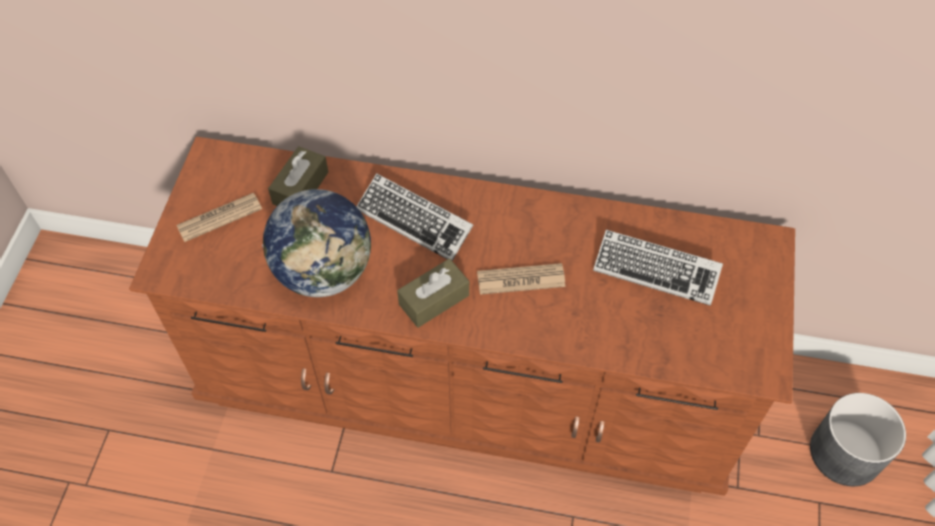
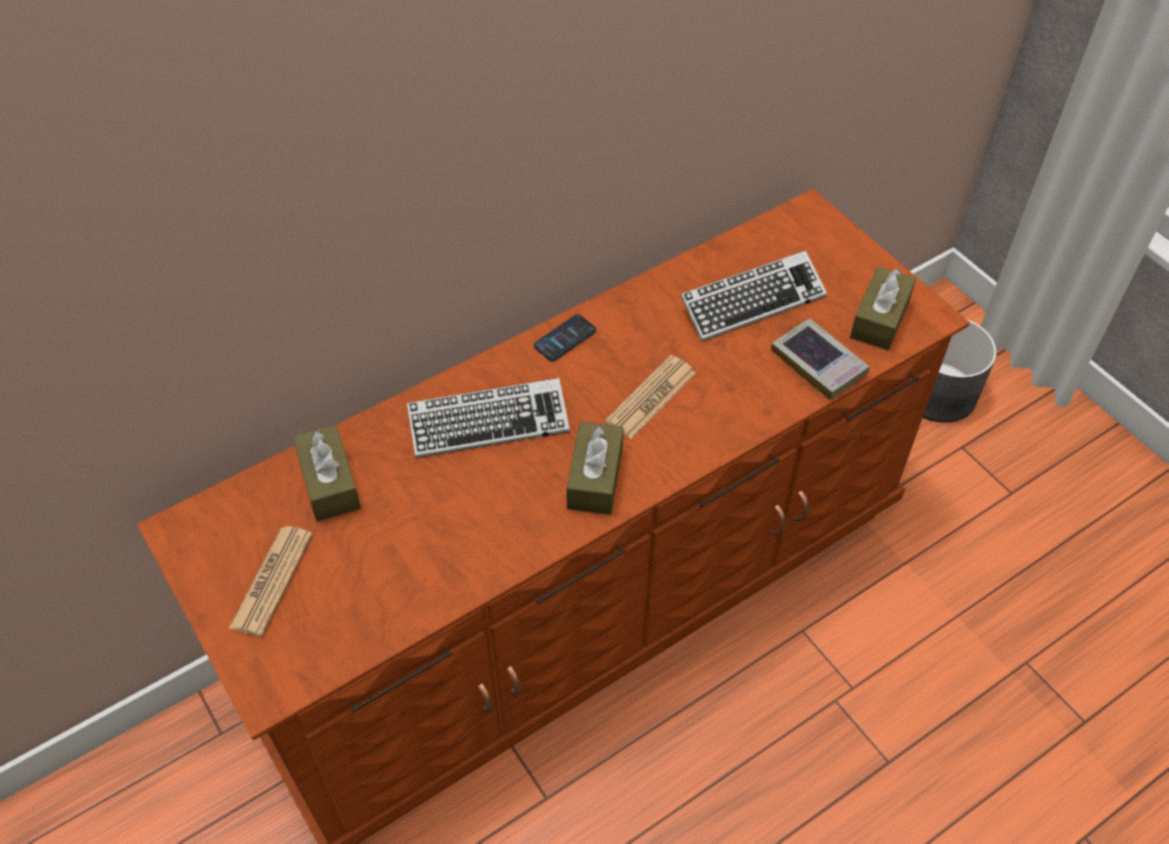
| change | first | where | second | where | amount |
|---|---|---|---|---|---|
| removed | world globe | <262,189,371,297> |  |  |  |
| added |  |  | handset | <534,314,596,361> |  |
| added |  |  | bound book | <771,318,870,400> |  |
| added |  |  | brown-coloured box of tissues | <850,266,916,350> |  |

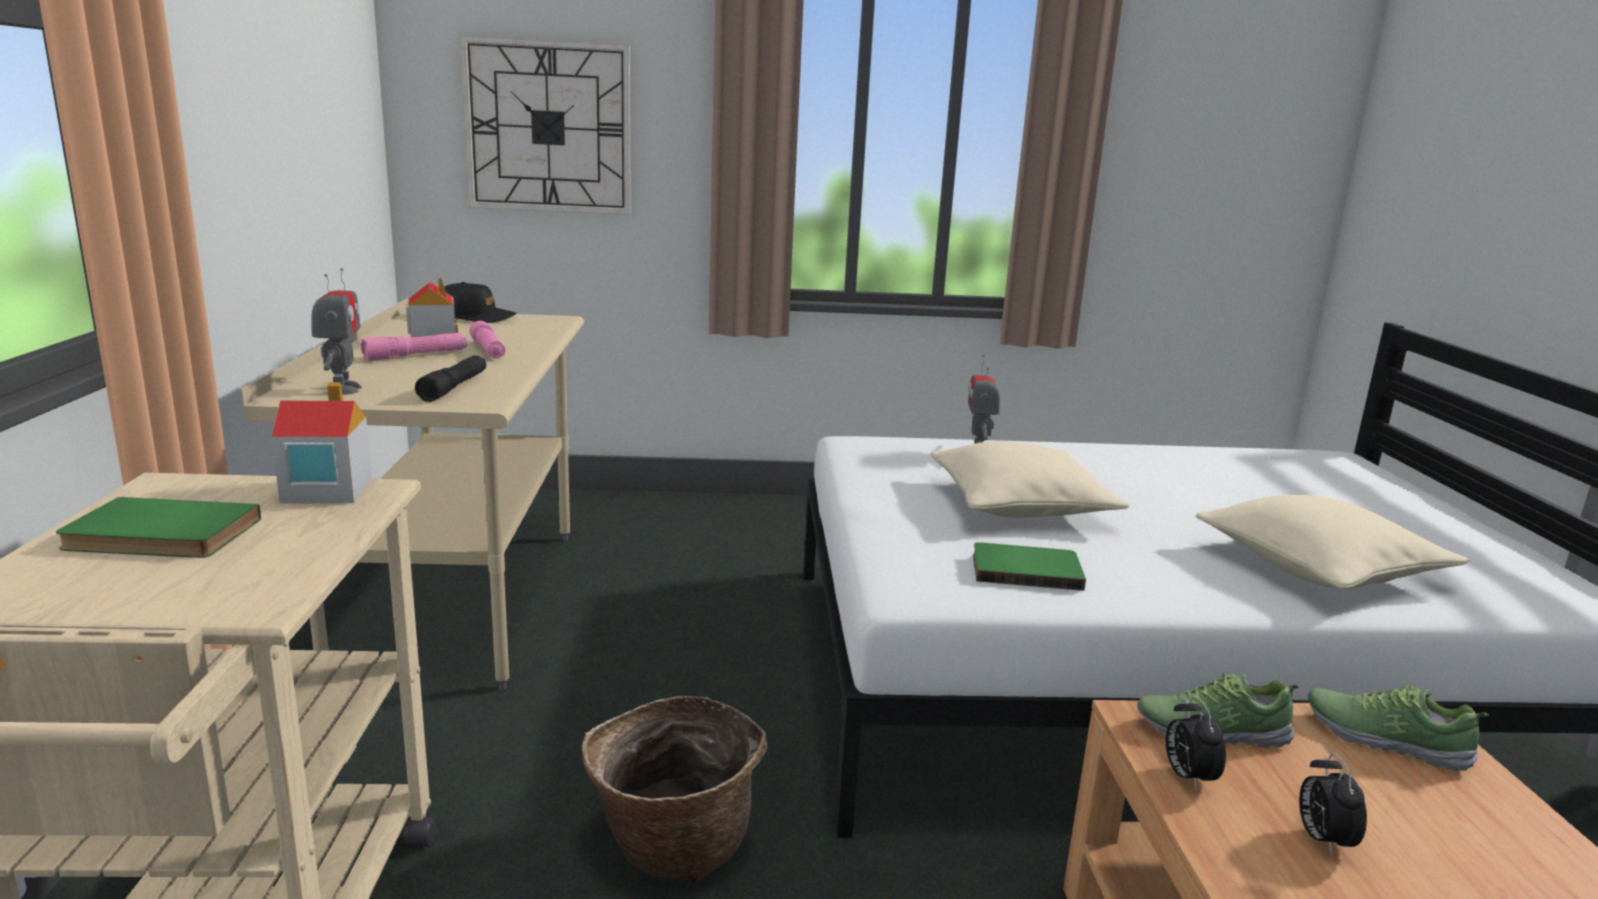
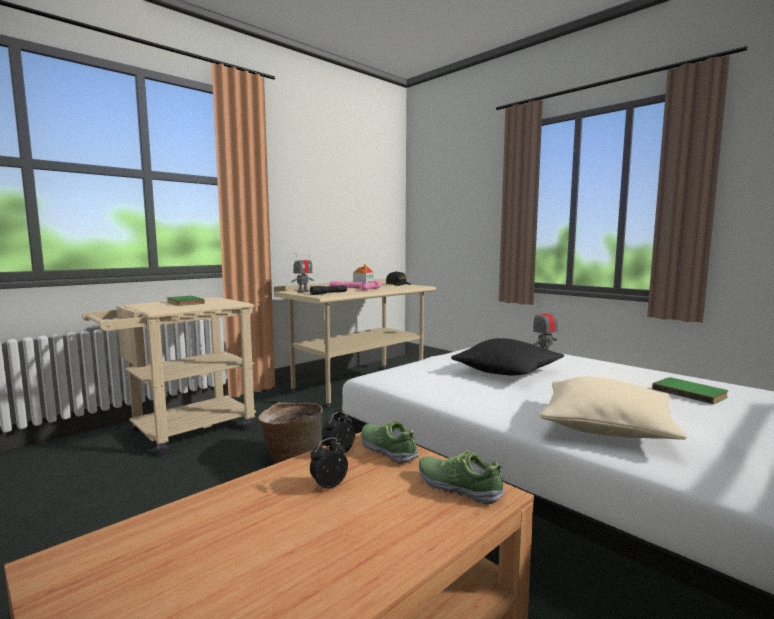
| change | first | where | second | where | amount |
|---|---|---|---|---|---|
| removed | model house | <272,382,372,504> |  |  |  |
| removed | clock on the wall | <460,36,631,214> |  |  |  |
| recoloured | sand-coloured pillow | <930,441,1130,518> | black-coloured pillow | <451,338,564,375> |  |
| moved | greenish bound book | <973,542,1086,591> |  | <652,377,728,404> |  |
| turned | low shoe | <1308,684,1489,771> |  | <419,450,505,505> | 45 degrees counterclockwise |

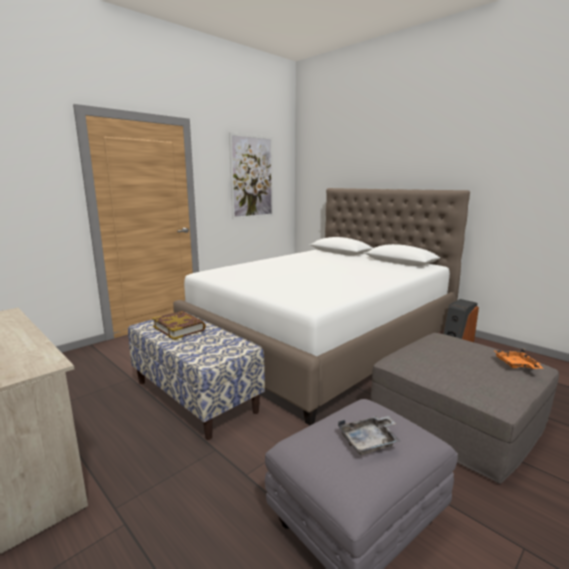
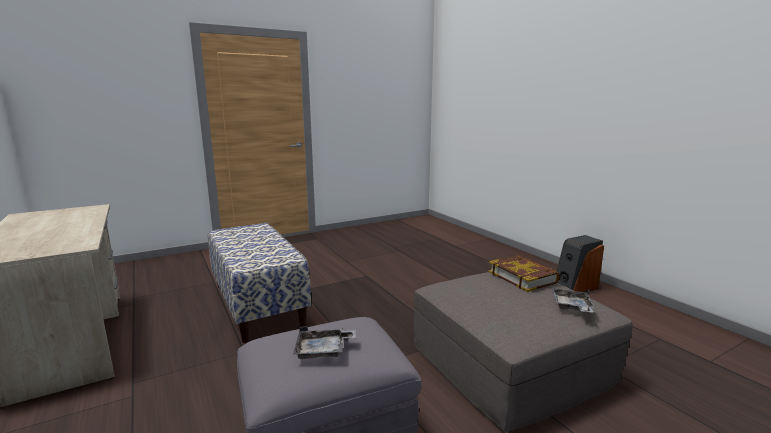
| change | first | where | second | where | amount |
|---|---|---|---|---|---|
| moved | bound book | <152,311,206,340> |  | <488,255,560,292> |  |
| removed | whitish bed | <173,188,470,425> |  |  |  |
| removed | wall art | <229,132,273,219> |  |  |  |
| recoloured | orangey tray | <494,349,543,369> | grey tray | <552,288,595,313> |  |

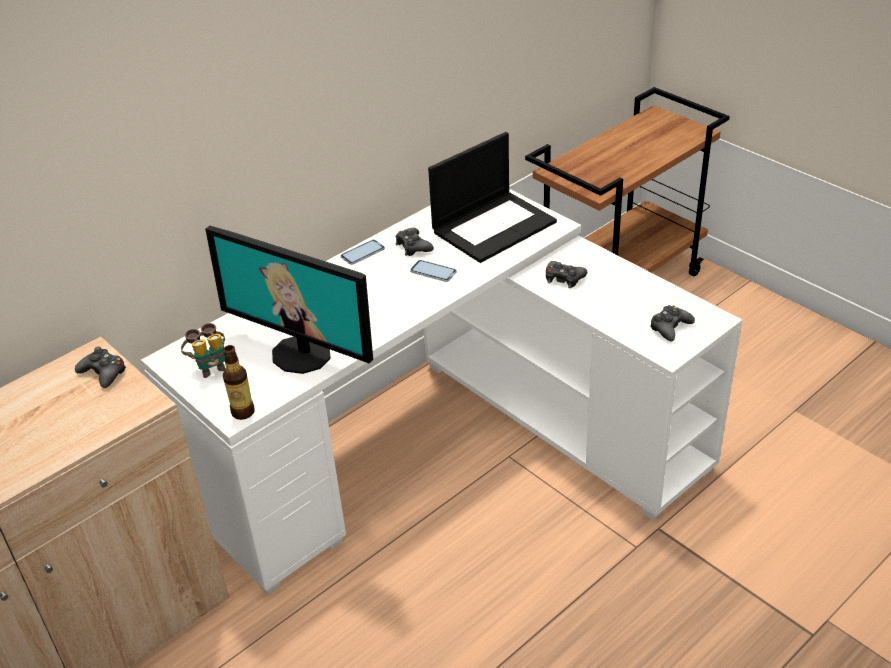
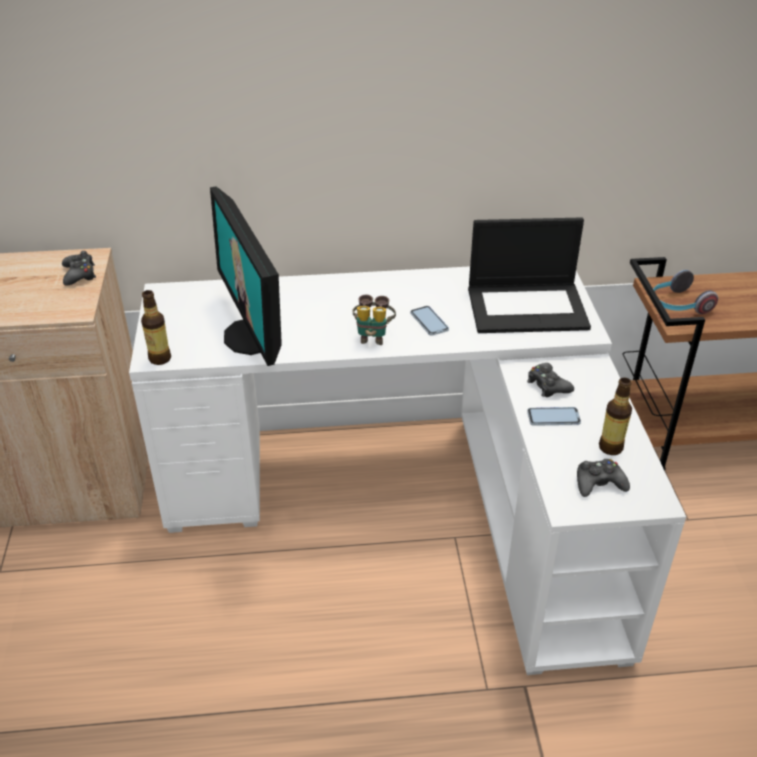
| change | first | where | second | where | amount |
|---|---|---|---|---|---|
| moved | binoculars | <181,323,225,378> |  | <353,295,396,345> |  |
| moved | handset | <341,240,385,265> |  | <527,407,581,426> |  |
| removed | black-coloured joypad | <396,228,434,256> |  |  |  |
| added |  |  | beverage bottle | <599,378,632,455> |  |
| added |  |  | headphones | <653,270,718,314> |  |

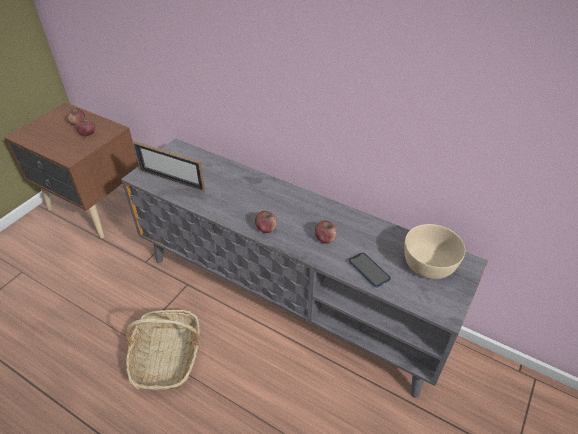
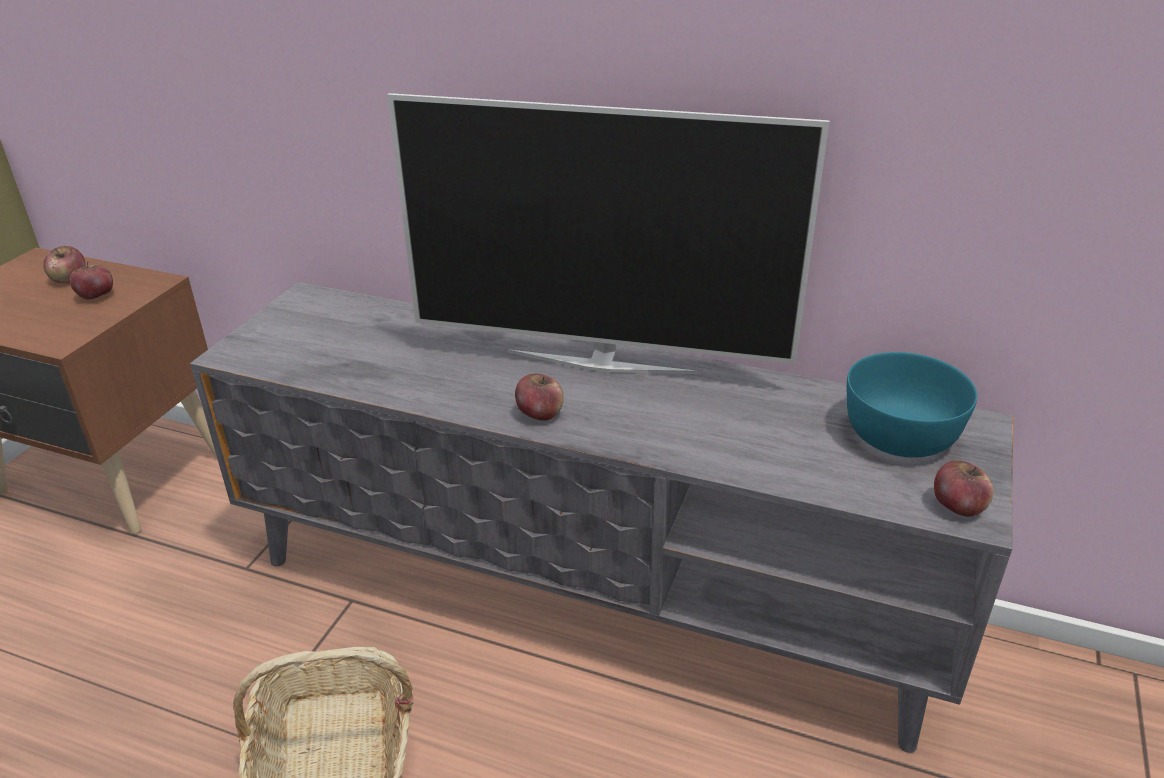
| change | first | where | second | where | amount |
|---|---|---|---|---|---|
| removed | standing frame | <133,141,205,192> |  |  |  |
| moved | whole apple | <315,221,337,244> |  | <934,460,994,517> |  |
| removed | handset | <349,252,391,288> |  |  |  |
| recoloured | sand-coloured deep dish | <404,224,465,279> | turquoise-coloured deep dish | <847,352,977,457> |  |
| added |  |  | TV set | <387,93,829,374> |  |

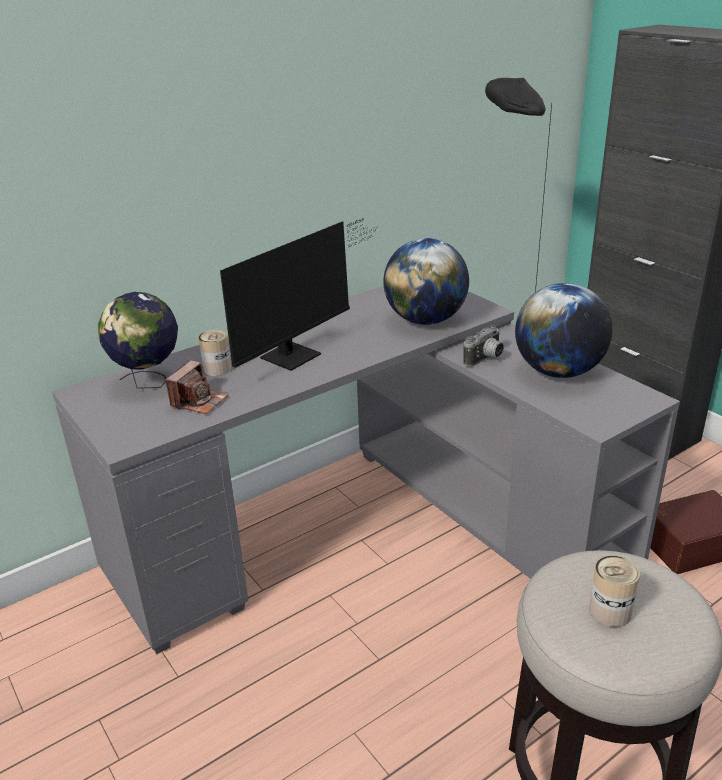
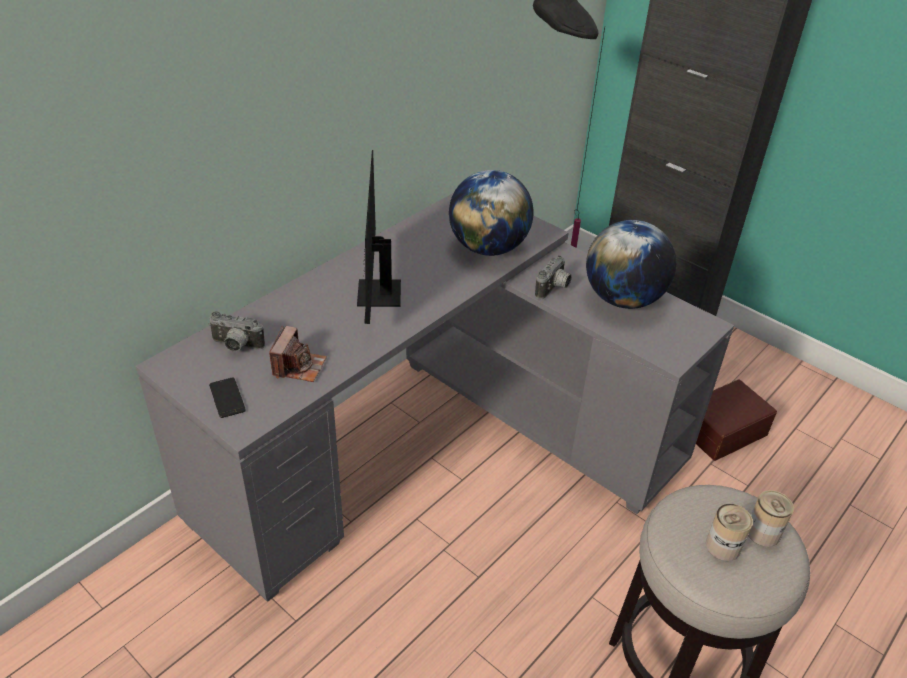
| change | first | where | second | where | amount |
|---|---|---|---|---|---|
| replaced | world globe | <98,292,178,389> | still camera | <208,311,265,351> |  |
| moved | sealed can | <199,330,231,376> |  | <748,490,794,547> |  |
| turned | computer screen | <220,219,378,371> |  | <357,150,401,324> | 150 degrees clockwise |
| added |  |  | handset | <209,378,246,418> |  |

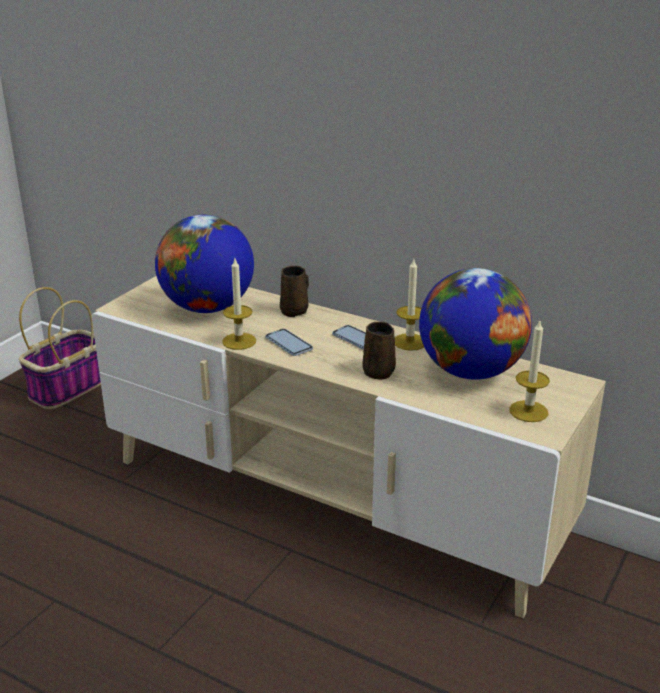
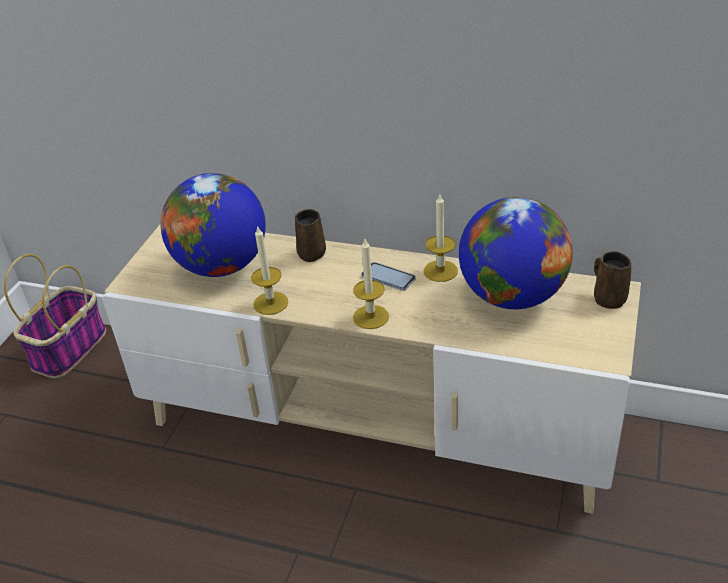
| change | first | where | second | where | amount |
|---|---|---|---|---|---|
| removed | handset | <266,329,313,356> |  |  |  |
| moved | brown-coloured tea mug | <362,322,396,380> |  | <594,251,631,309> |  |
| moved | wax candle | <509,321,550,422> |  | <353,239,389,329> |  |

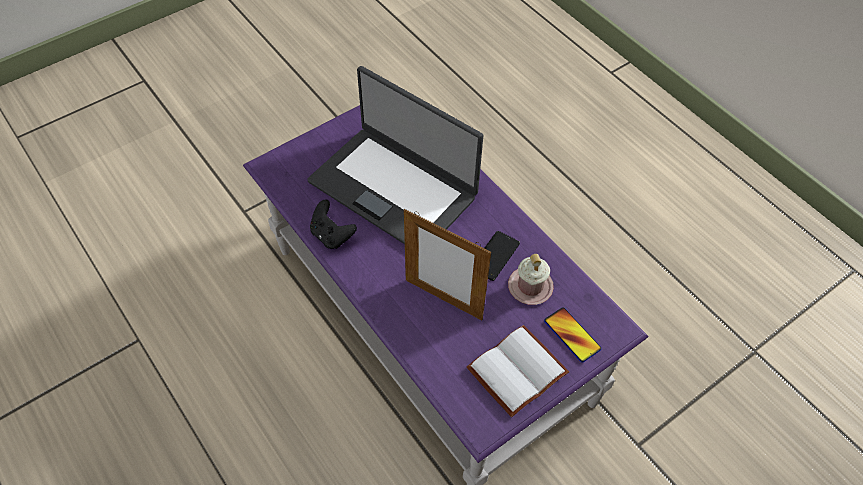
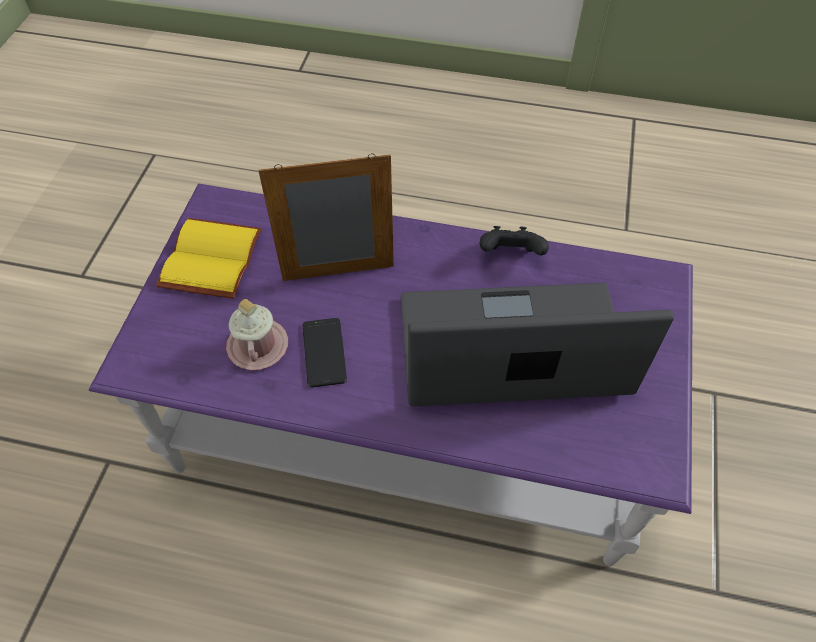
| change | first | where | second | where | amount |
|---|---|---|---|---|---|
| recoloured | whitish bound book | <467,325,569,417> | yellow-coloured bound book | <156,218,262,299> |  |
| removed | handset | <544,307,601,362> |  |  |  |

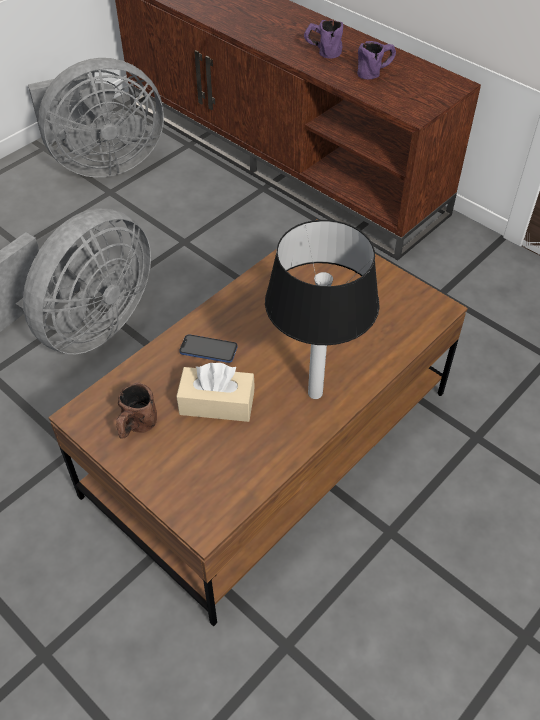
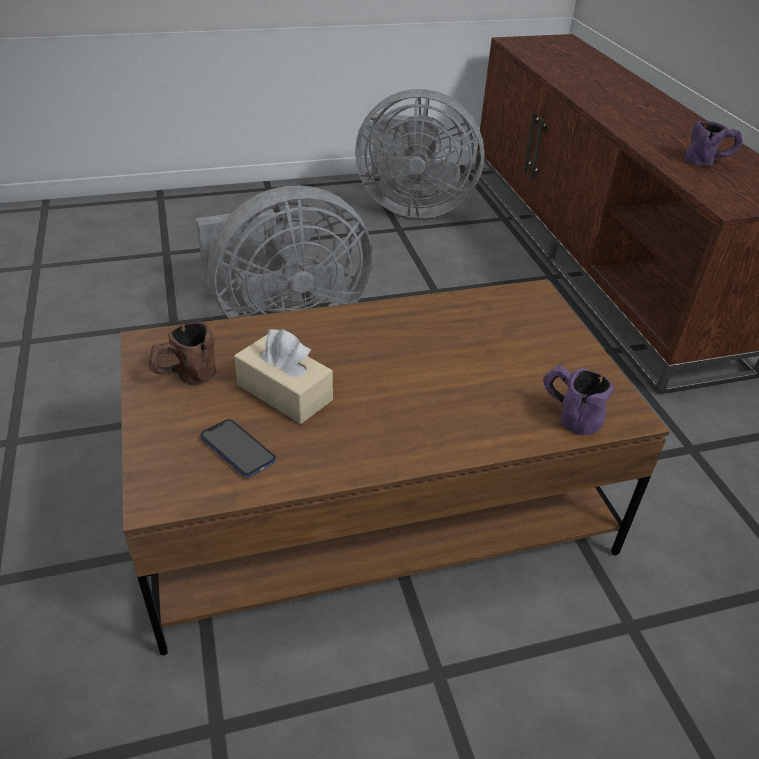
| change | first | where | second | where | amount |
|---|---|---|---|---|---|
| moved | handset | <179,334,238,363> |  | <200,419,276,477> |  |
| removed | tabletop lamp | <265,220,380,399> |  |  |  |
| moved | purple tea mug | <304,20,343,58> |  | <543,365,614,435> |  |

